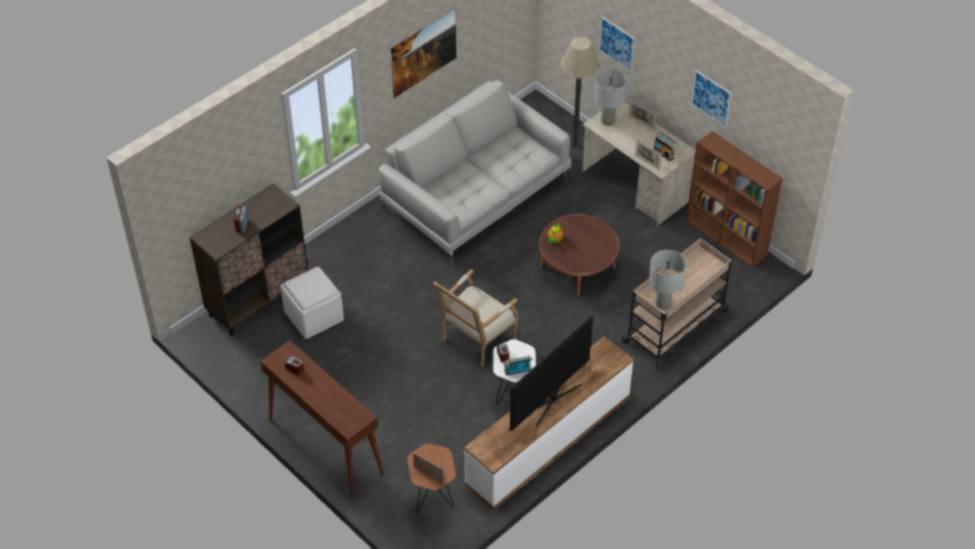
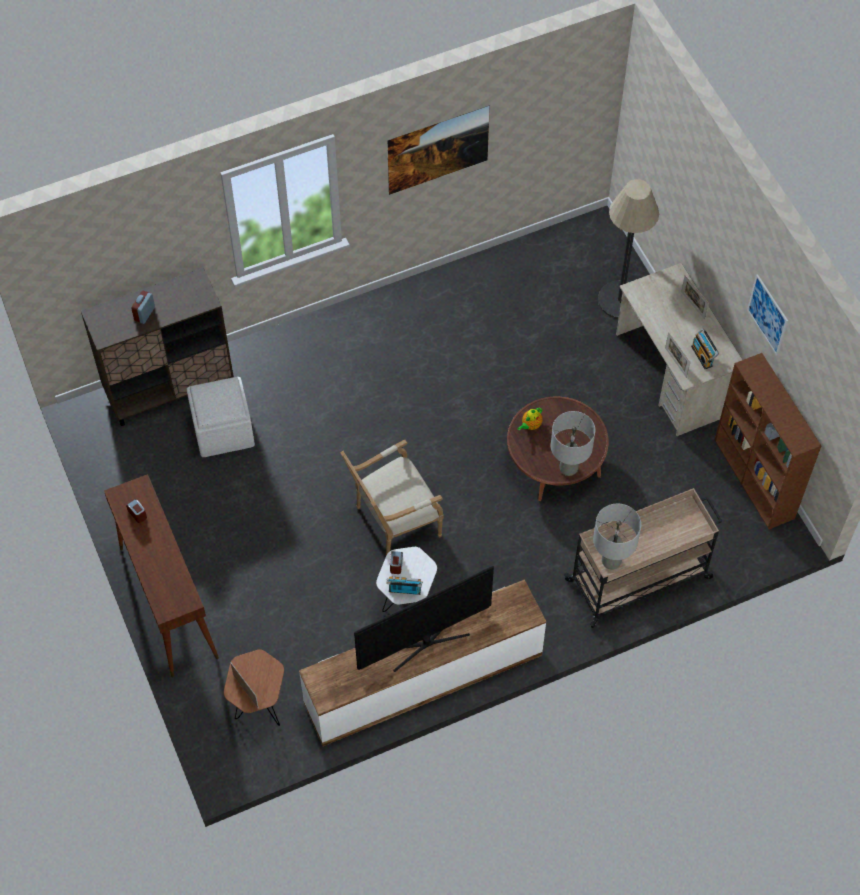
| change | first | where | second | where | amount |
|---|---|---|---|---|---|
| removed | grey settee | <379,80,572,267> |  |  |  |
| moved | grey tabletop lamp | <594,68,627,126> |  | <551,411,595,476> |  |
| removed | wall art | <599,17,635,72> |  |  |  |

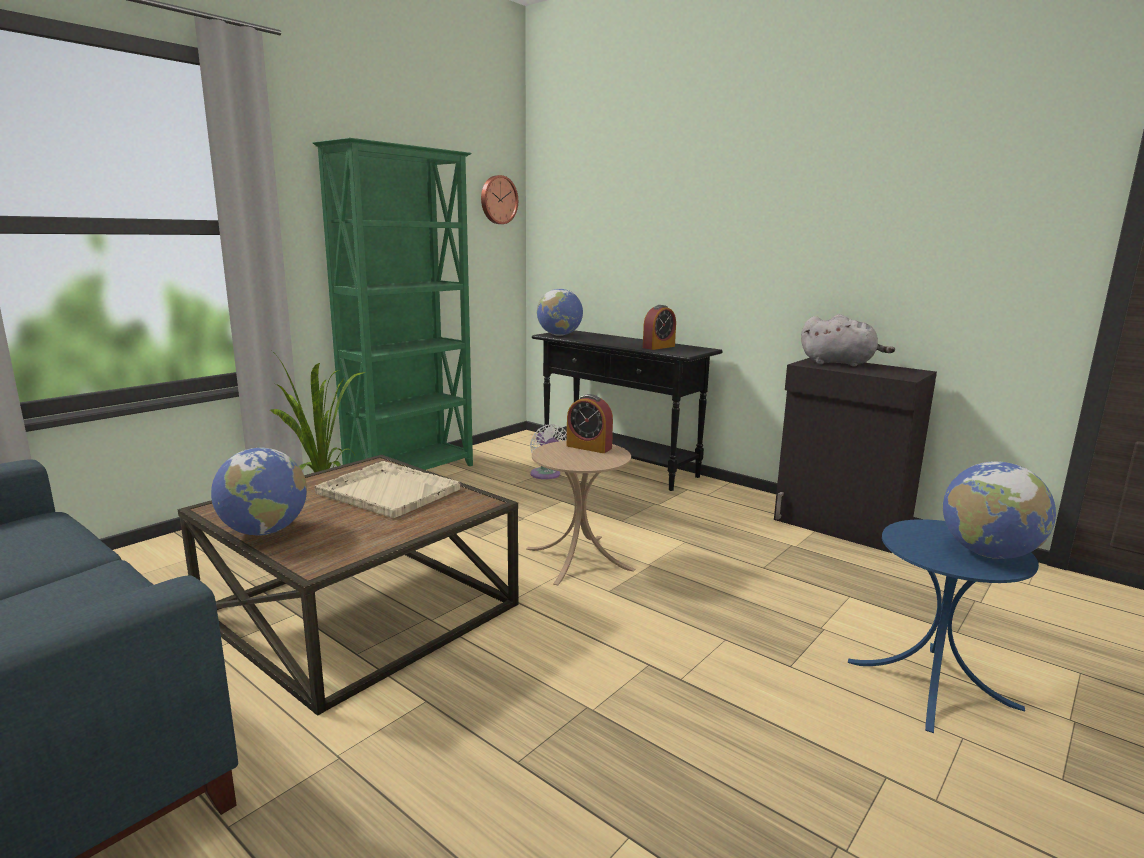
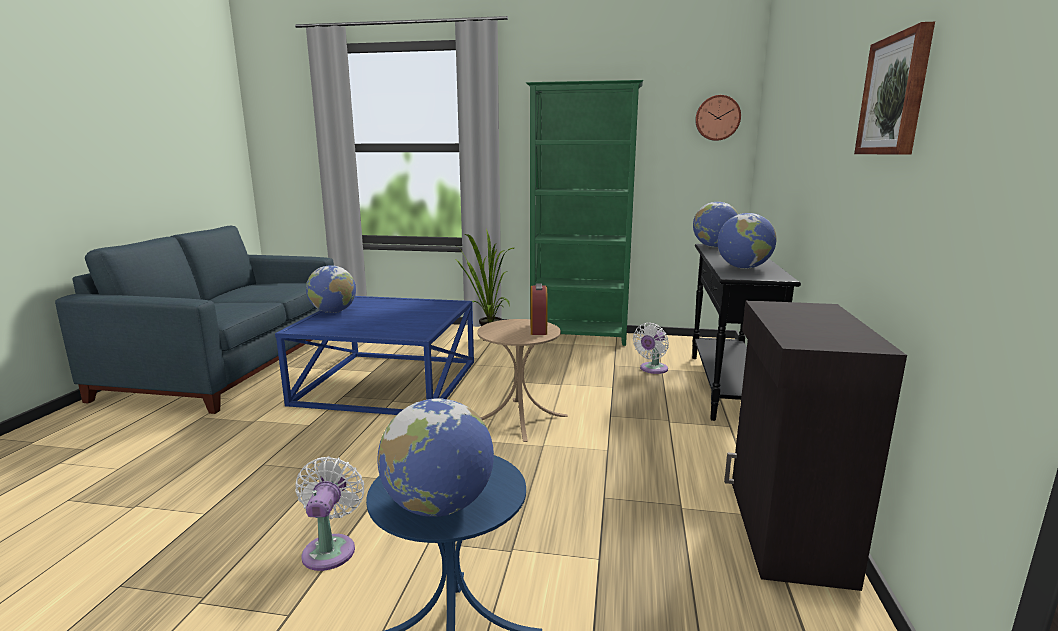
| change | first | where | second | where | amount |
|---|---|---|---|---|---|
| recoloured | brown-coloured coffee table | <178,455,518,716> | blue-coloured coffee table | <275,296,474,415> |  |
| removed | sand-coloured tray | <314,461,460,518> |  |  |  |
| replaced | alarm clock | <643,305,676,350> | world globe | <718,213,777,269> |  |
| removed | grey plush toy | <801,314,895,367> |  |  |  |
| added |  |  | whitish cooling fan | <295,456,364,571> |  |
| added |  |  | wall art | <854,22,935,155> |  |

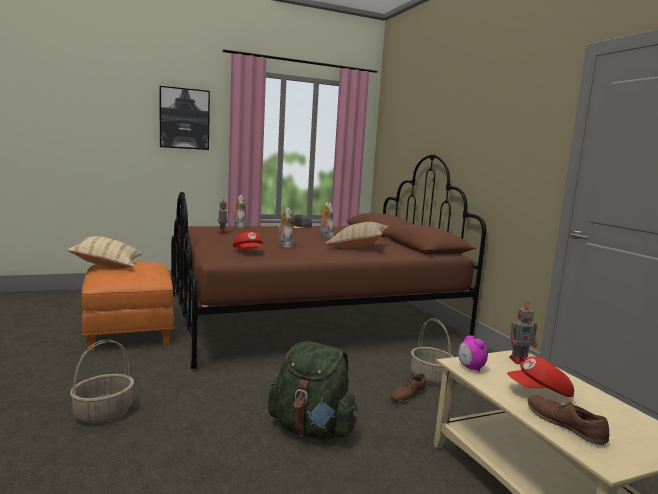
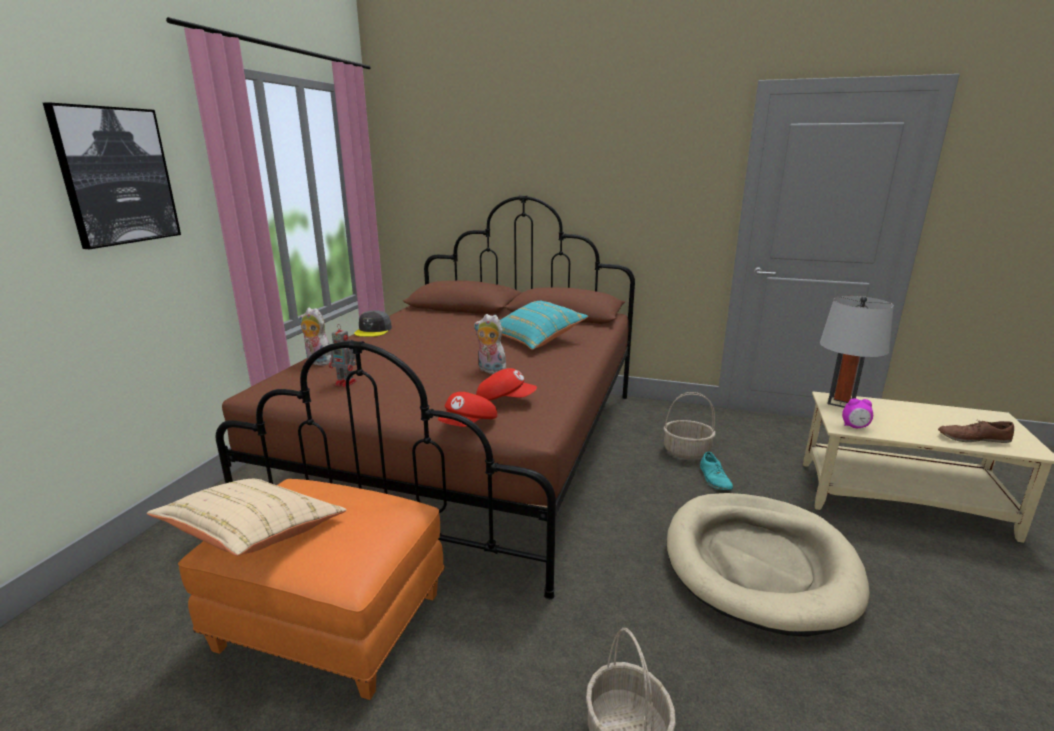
| change | first | where | second | where | amount |
|---|---|---|---|---|---|
| replaced | greenish rucksack | <268,341,358,440> | sand-coloured dog cushion | <667,493,870,637> |  |
| removed | plush toy | <320,202,334,238> |  |  |  |
| recoloured | sand-coloured pillow | <325,222,389,248> | turquoise-coloured pillow | <500,301,588,350> |  |
| recoloured | brown-coloured low shoe | <390,373,426,403> | turquoise-coloured low shoe | <700,451,733,490> |  |
| moved | red peaked cap | <507,356,574,397> |  | <438,392,497,427> |  |
| replaced | robot figure | <509,302,537,364> | grey tabletop lamp | <820,296,894,408> |  |

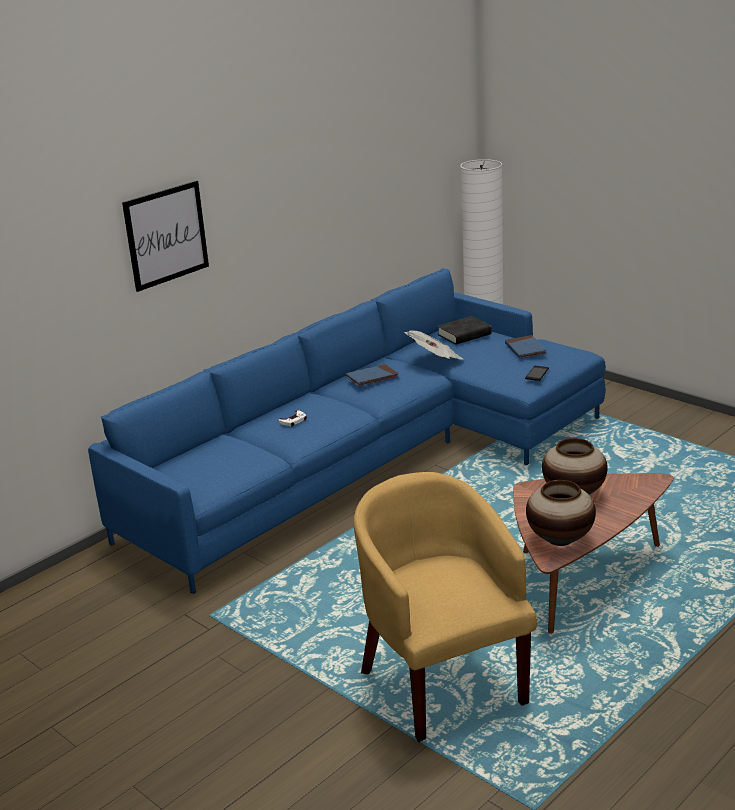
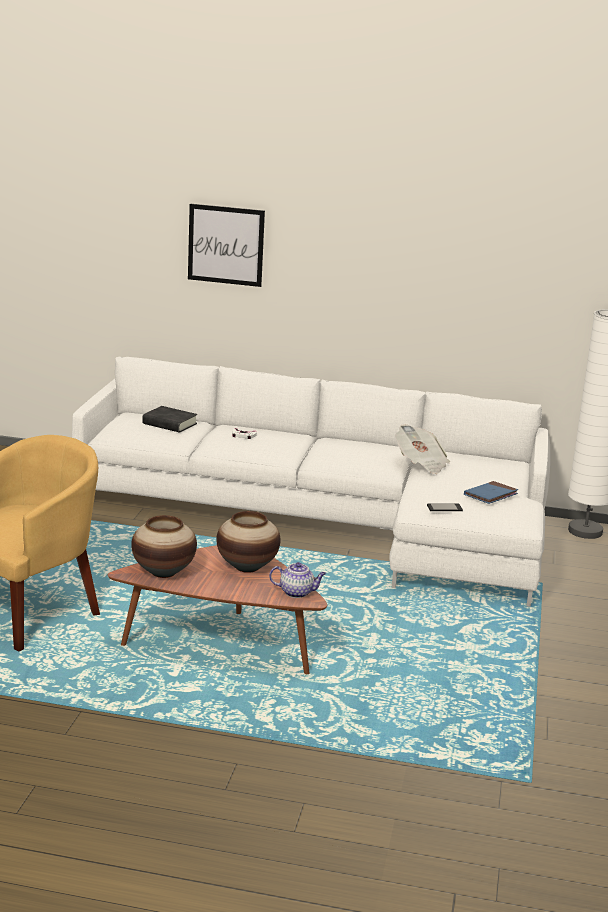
| change | first | where | second | where | amount |
|---|---|---|---|---|---|
| recoloured | blue-coloured settee | <88,268,606,594> | whitish settee | <72,357,550,607> |  |
| removed | blue-coloured bound book | <345,364,399,387> |  |  |  |
| moved | black-coloured bound book | <438,316,492,345> |  | <142,406,197,433> |  |
| added |  |  | teapot | <269,562,326,598> |  |

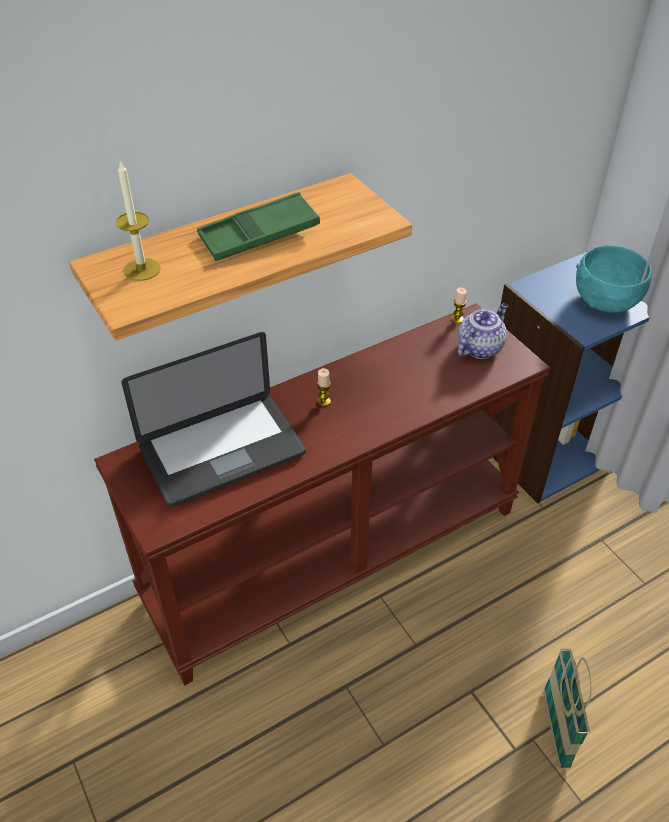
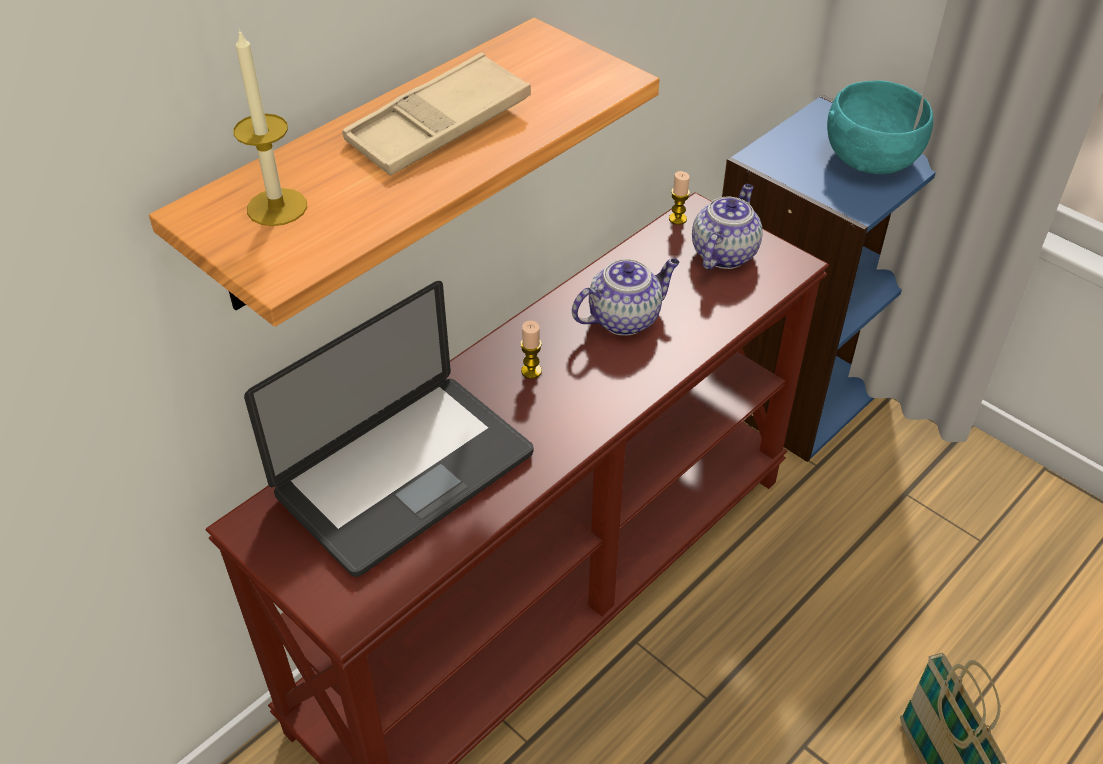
| change | first | where | second | where | amount |
|---|---|---|---|---|---|
| recoloured | greenish tray | <197,192,320,261> | sand-coloured tray | <342,53,531,176> |  |
| added |  |  | teapot | <572,258,680,336> |  |

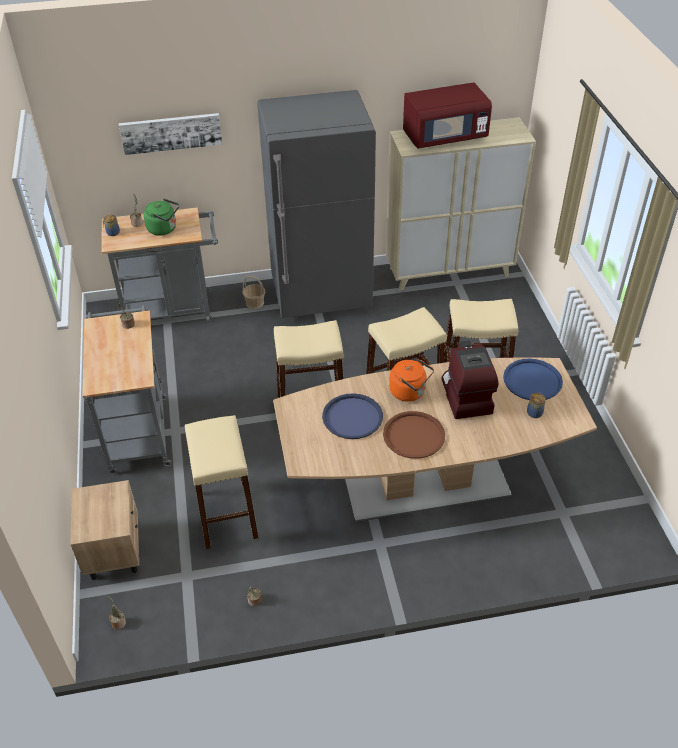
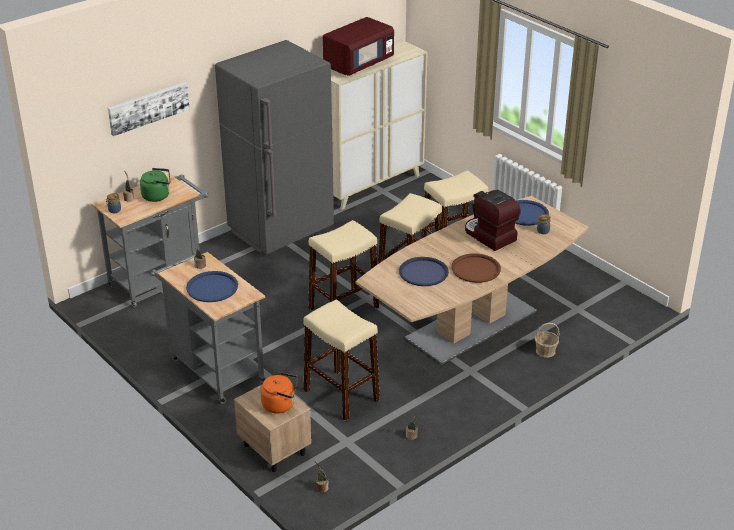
| change | first | where | second | where | amount |
|---|---|---|---|---|---|
| moved | storage basket | <242,276,265,309> |  | <535,323,559,358> |  |
| moved | orangey tea kettle | <389,359,434,402> |  | <261,372,298,414> |  |
| added |  |  | blue-coloured tray | <186,271,238,302> |  |

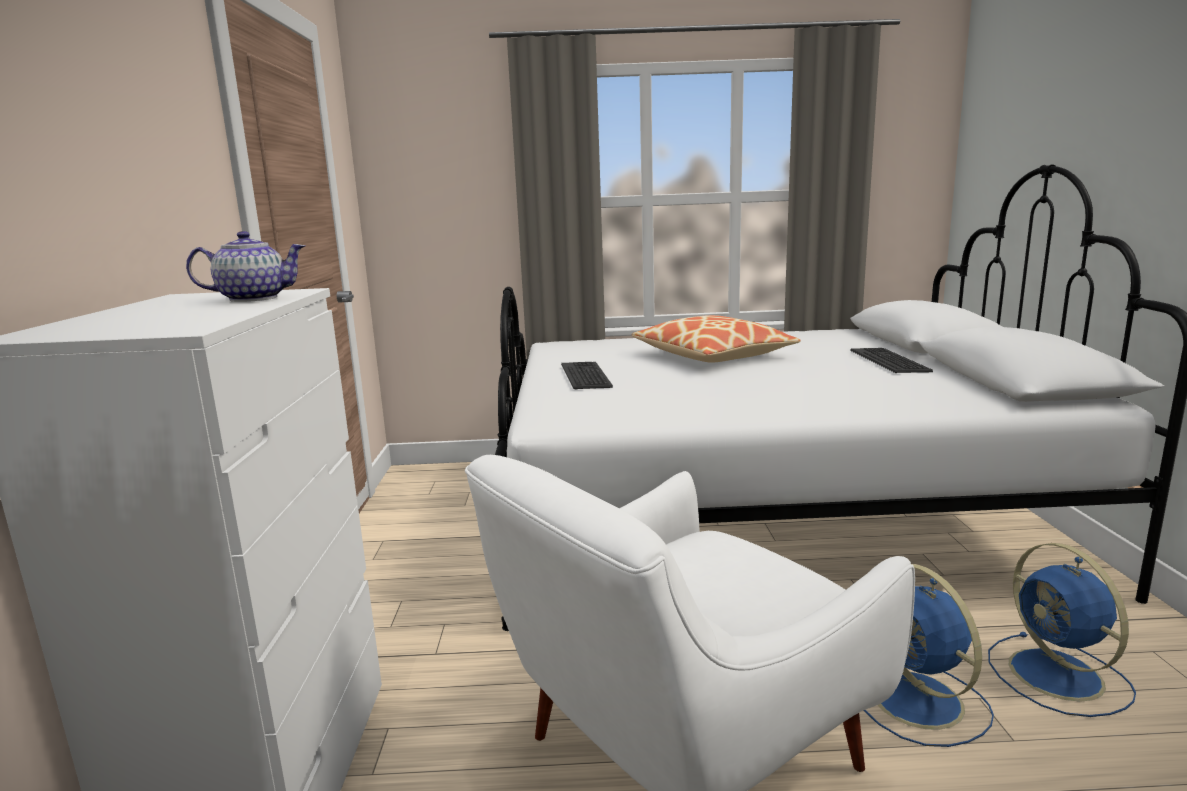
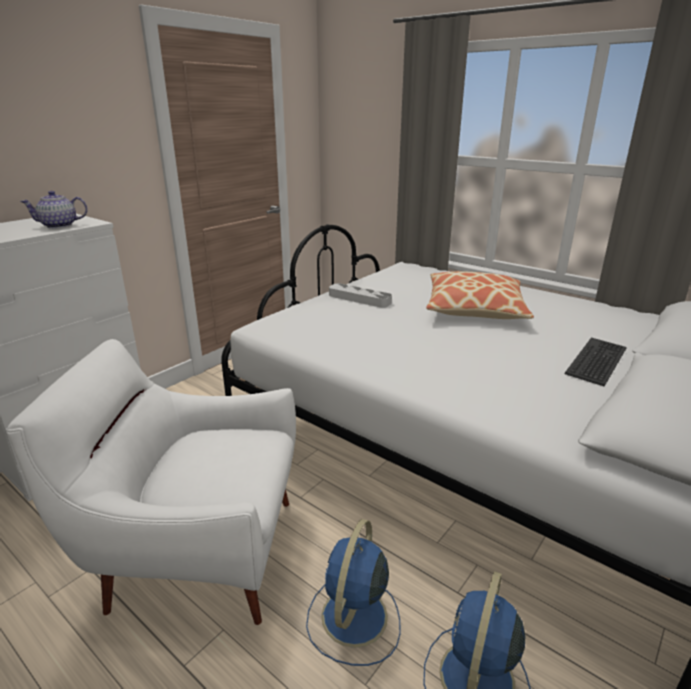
| change | first | where | second | where | amount |
|---|---|---|---|---|---|
| turned | teapot | <186,231,305,302> |  | <20,191,88,228> | 135 degrees clockwise |
| replaced | computer keyboard | <561,362,613,390> | grey tray | <329,283,392,308> |  |

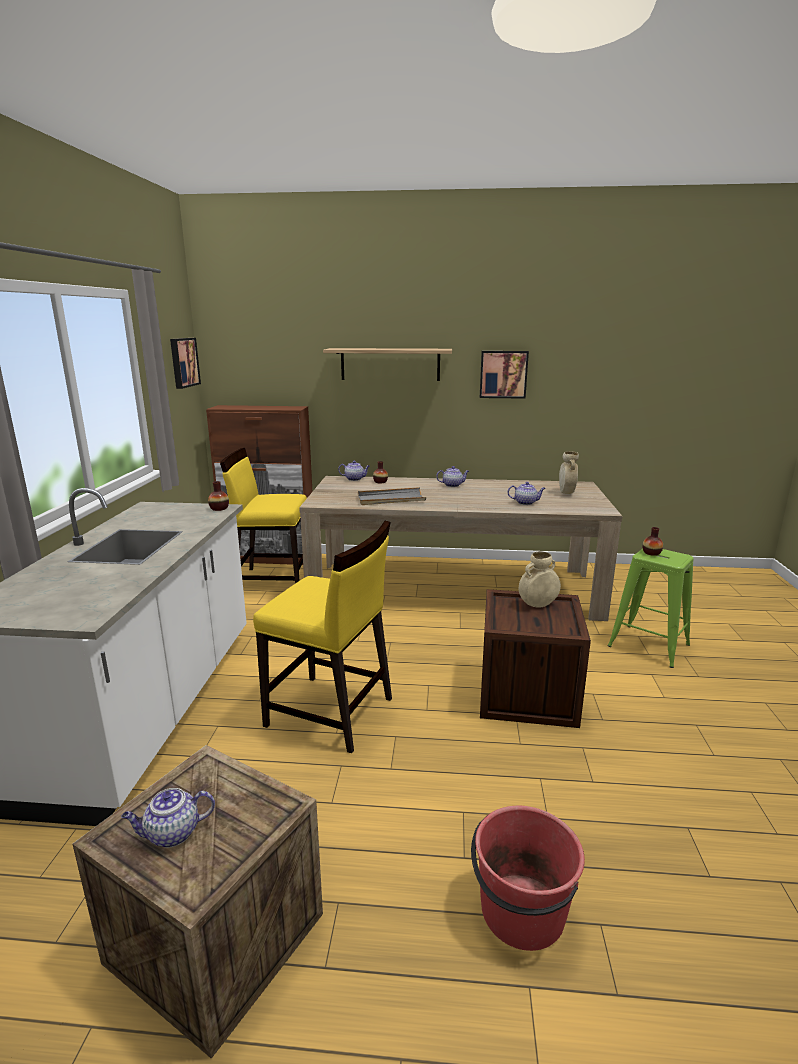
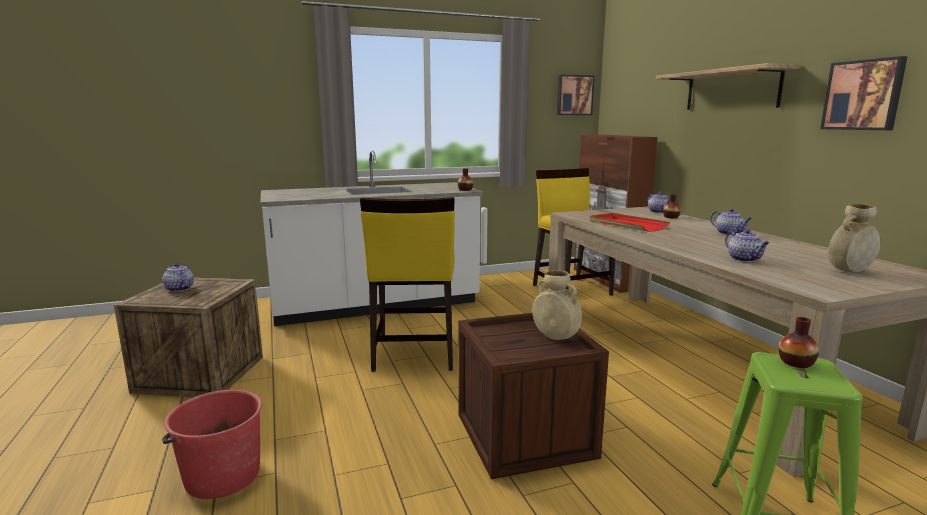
| change | first | where | second | where | amount |
|---|---|---|---|---|---|
| recoloured | grey tray | <358,487,426,505> | red tray | <590,213,670,232> |  |

